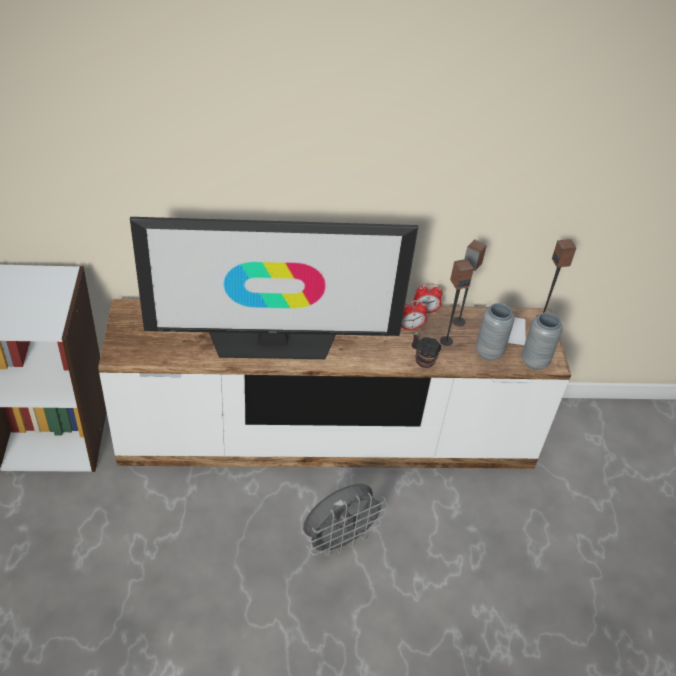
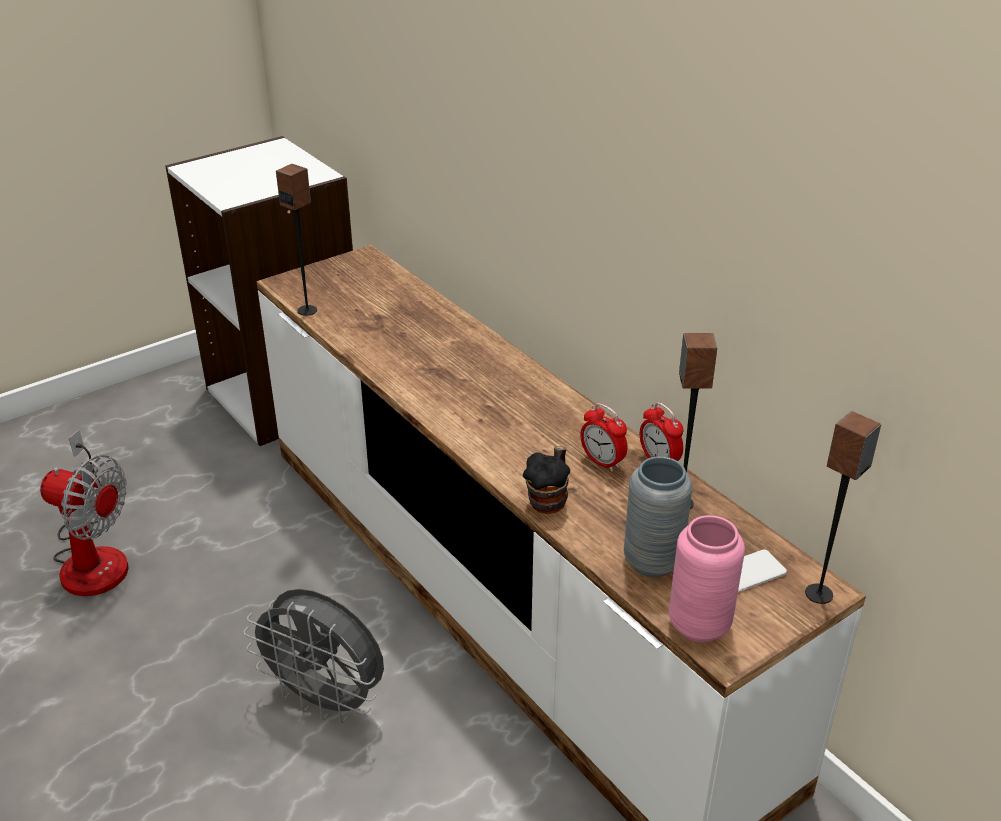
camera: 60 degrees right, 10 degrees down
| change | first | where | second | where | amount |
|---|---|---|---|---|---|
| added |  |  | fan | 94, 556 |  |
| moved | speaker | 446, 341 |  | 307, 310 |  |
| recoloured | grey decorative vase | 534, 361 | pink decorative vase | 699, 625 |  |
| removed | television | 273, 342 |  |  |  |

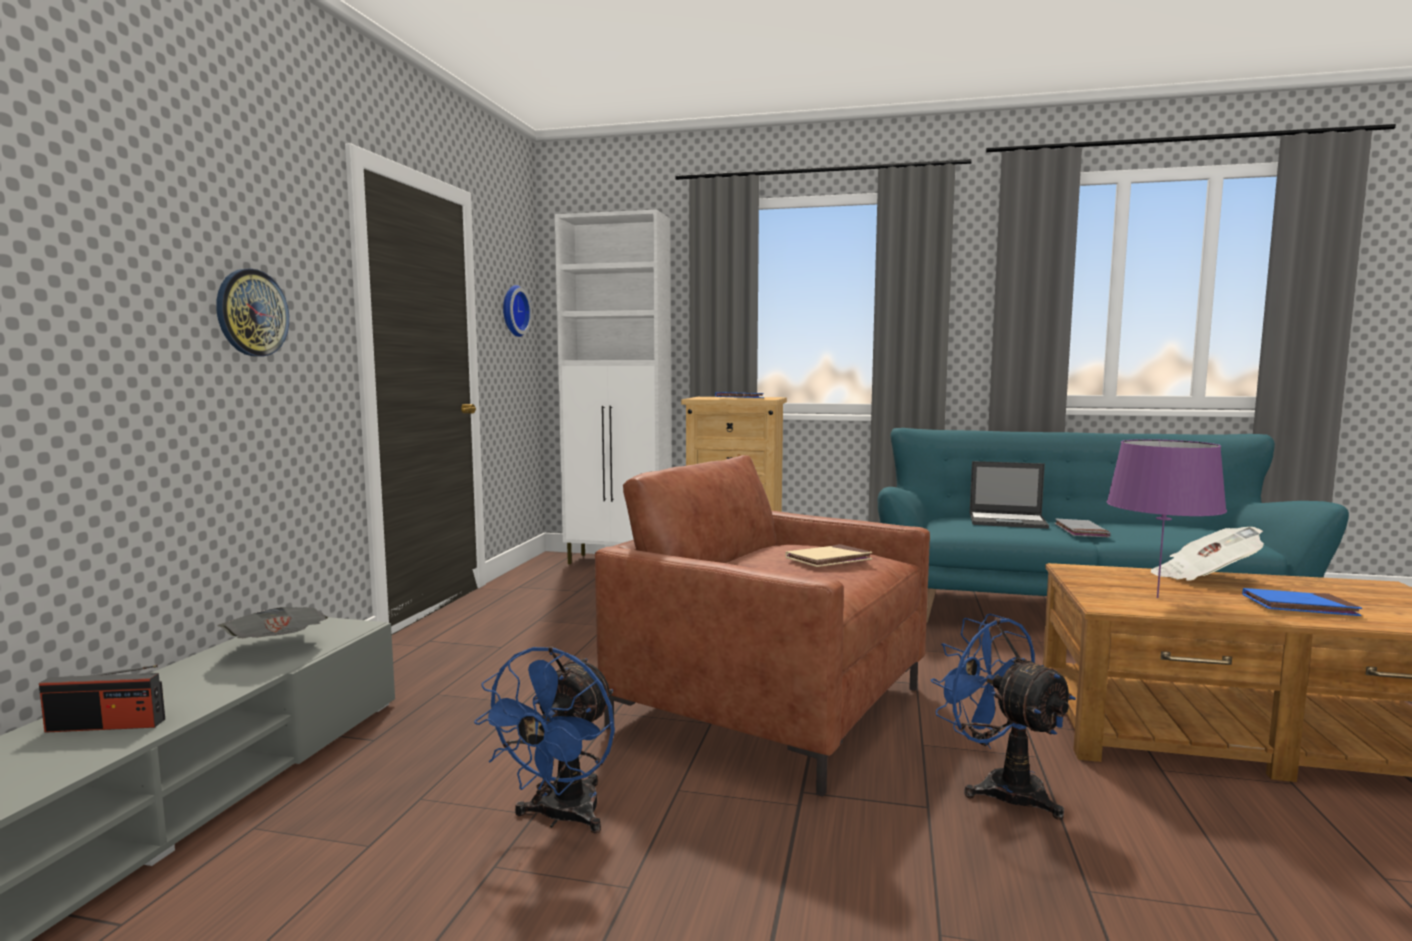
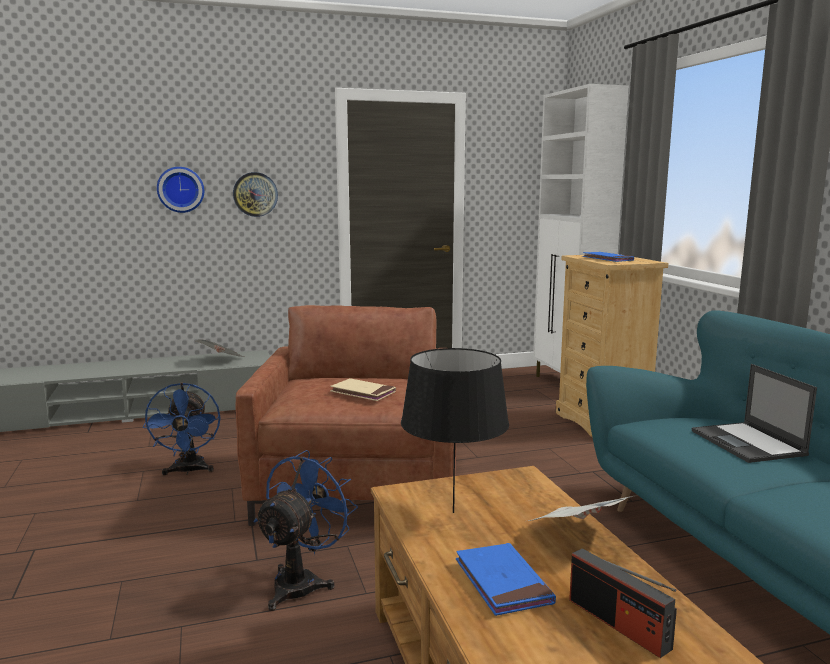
camera: 60 degrees right, 5 degrees up
| change | first | where | second | where | amount |
|---|---|---|---|---|---|
| turned | blue-coloured fan | 560, 818 |  | 188, 471 | 90 degrees counterclockwise |
| moved | clock on the wall | 513, 311 |  | 180, 189 |  |
| recoloured | purple-coloured lamp for a table | 1157, 598 | blackish lamp for a table | 453, 512 |  |
| moved | radio set | 106, 725 |  | 618, 623 |  |
| removed | grey bound book | 1081, 531 |  |  |  |

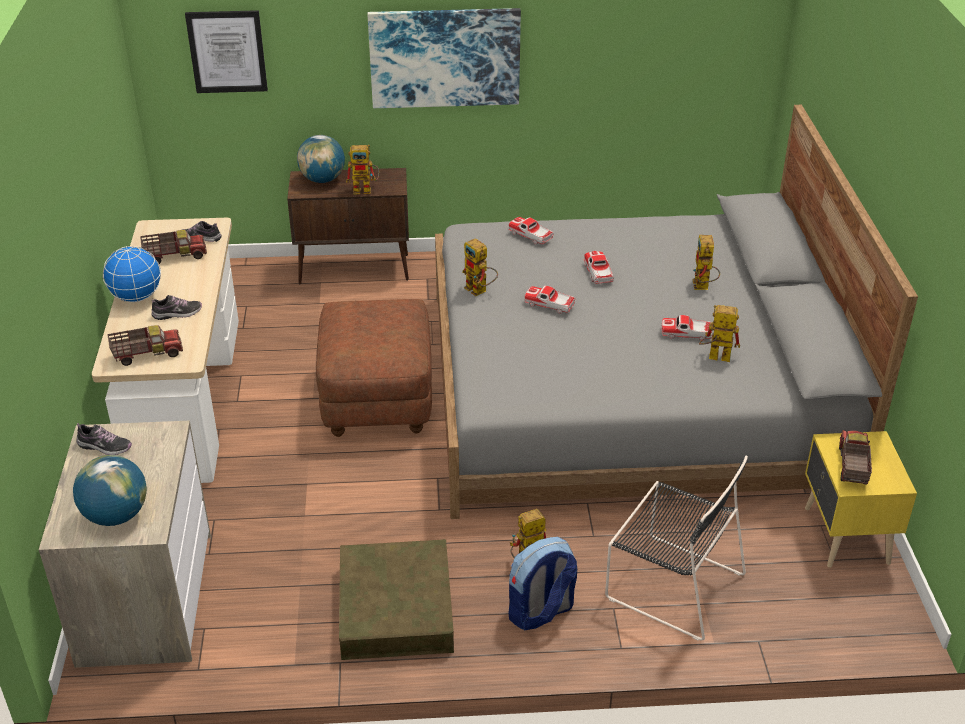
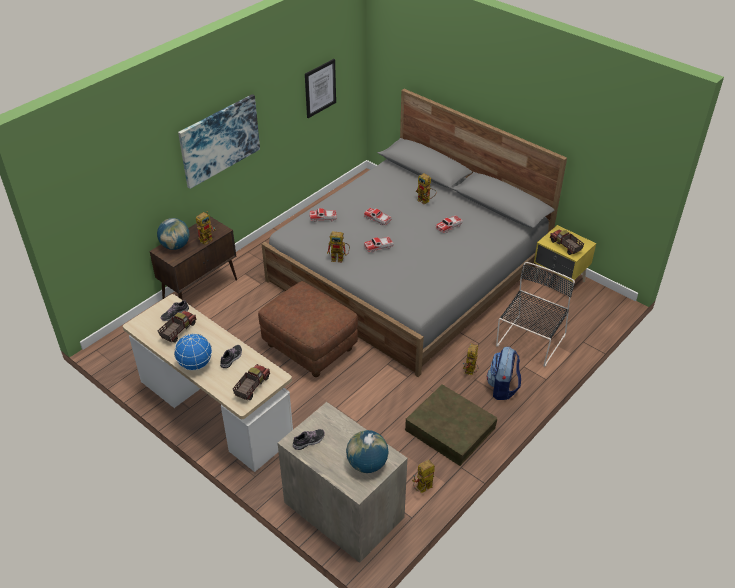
camera: 45 degrees left, 5 degrees up
| change | first | where | second | where | amount |
|---|---|---|---|---|---|
| moved | picture | 227, 51 |  | 320, 88 |  |
| moved | model robot | 714, 357 |  | 422, 489 |  |
| turned | blackish plain chair | 671, 584 |  | 529, 342 | 45 degrees counterclockwise |

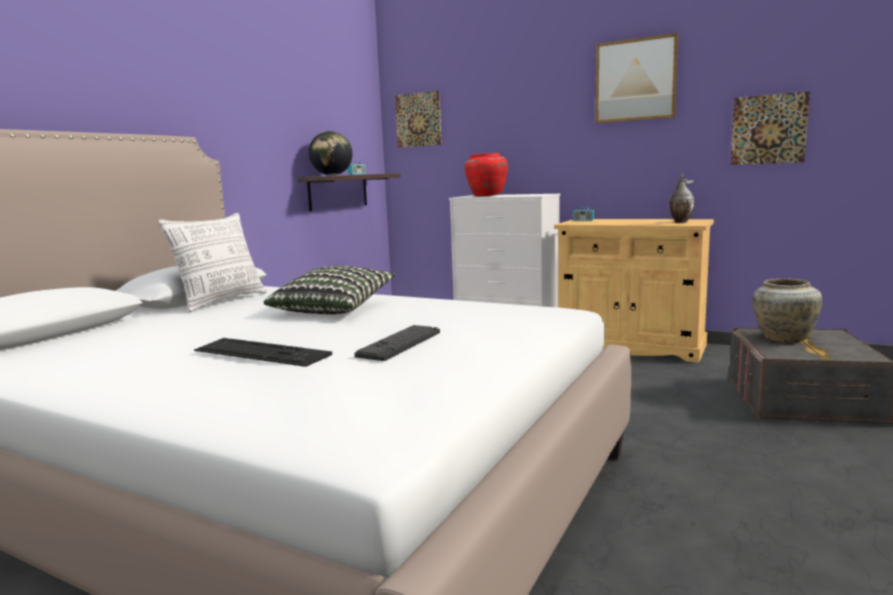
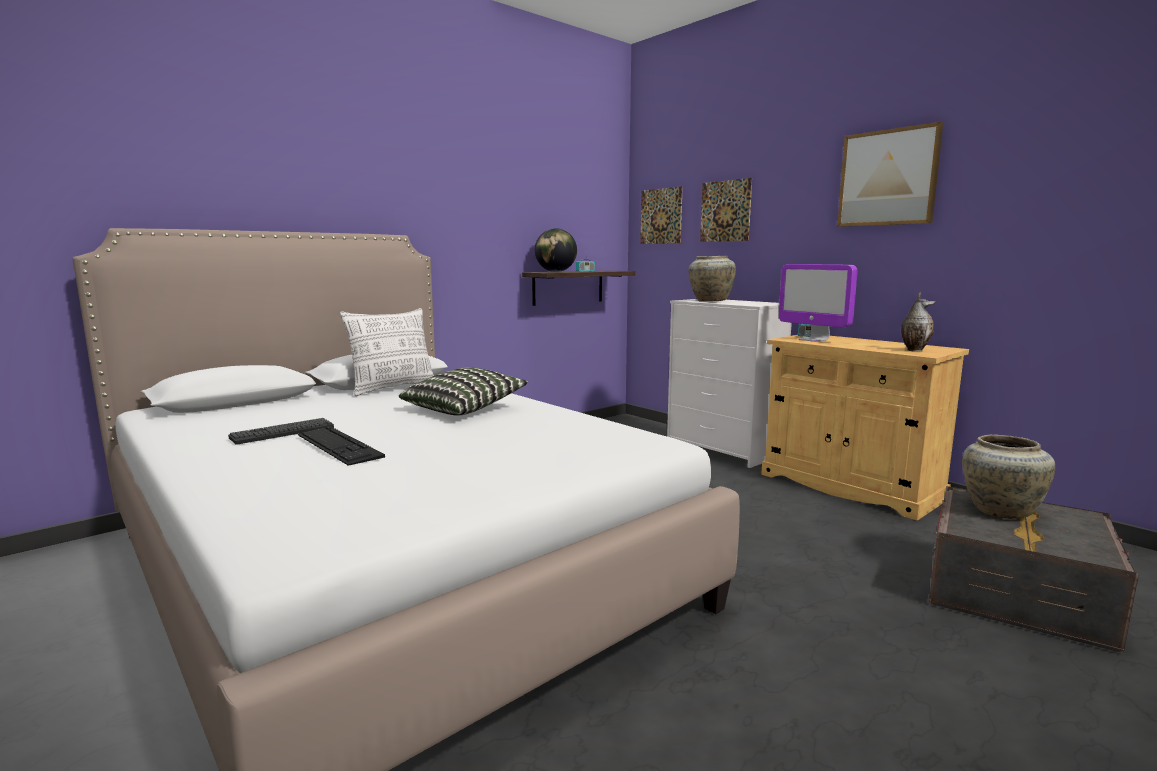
camera: 20 degrees right, 0 degrees up
| change | first | where | second | where | amount |
|---|---|---|---|---|---|
| moved | PC keyboard | 400, 344 |  | 283, 432 |  |
| recoloured | reddish decorative vase | 486, 196 | beige decorative vase | 710, 301 |  |
| moved | picture | 768, 129 |  | 725, 211 |  |
| added |  |  | computer screen | 813, 340 |  |

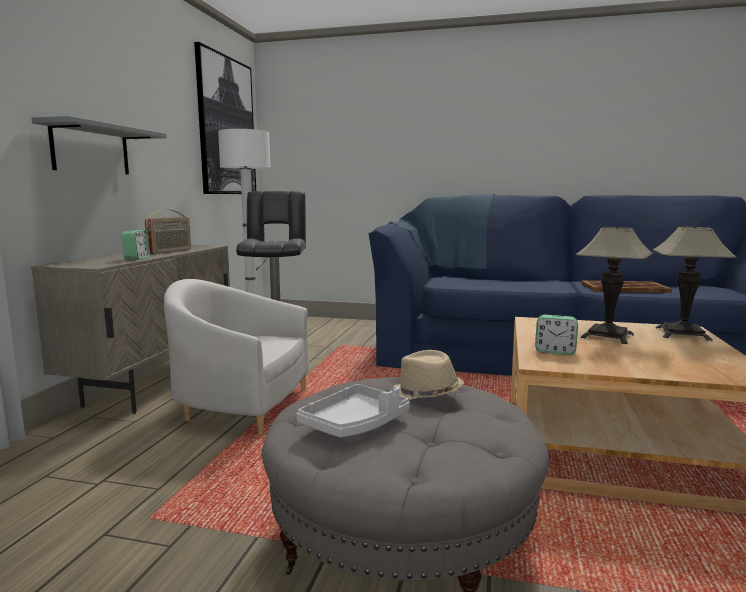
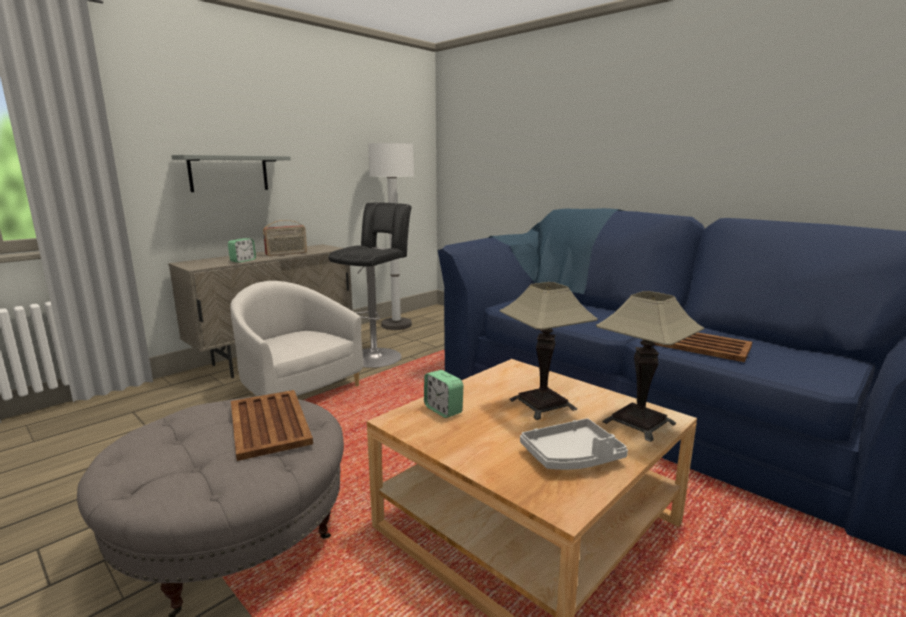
camera: 30 degrees right, 5 degrees up
| change | first | where | second | where | amount |
|---|---|---|---|---|---|
| replaced | beige wearable hat | 426, 394 | brown serving tray | 269, 424 |  |
| moved | grey serving tray | 355, 424 |  | 572, 457 |  |
| removed | picture | 226, 126 |  |  |  |

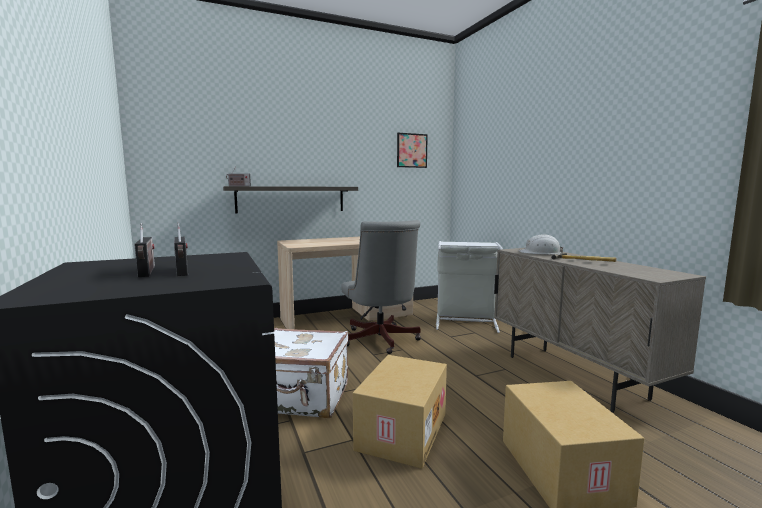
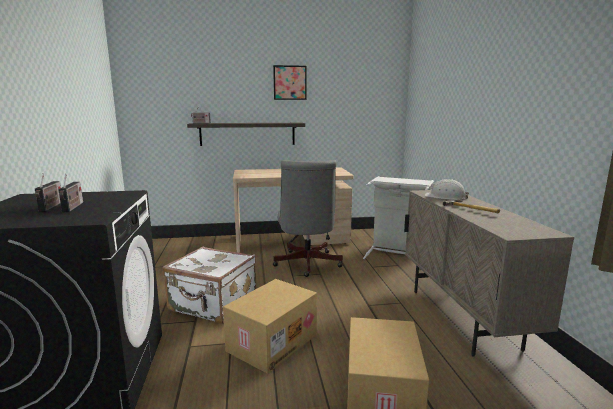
camera: 15 degrees right, 5 degrees up
| change | first | where | second | where | amount |
|---|---|---|---|---|---|
| moved | picture | 412, 150 |  | 290, 82 |  |

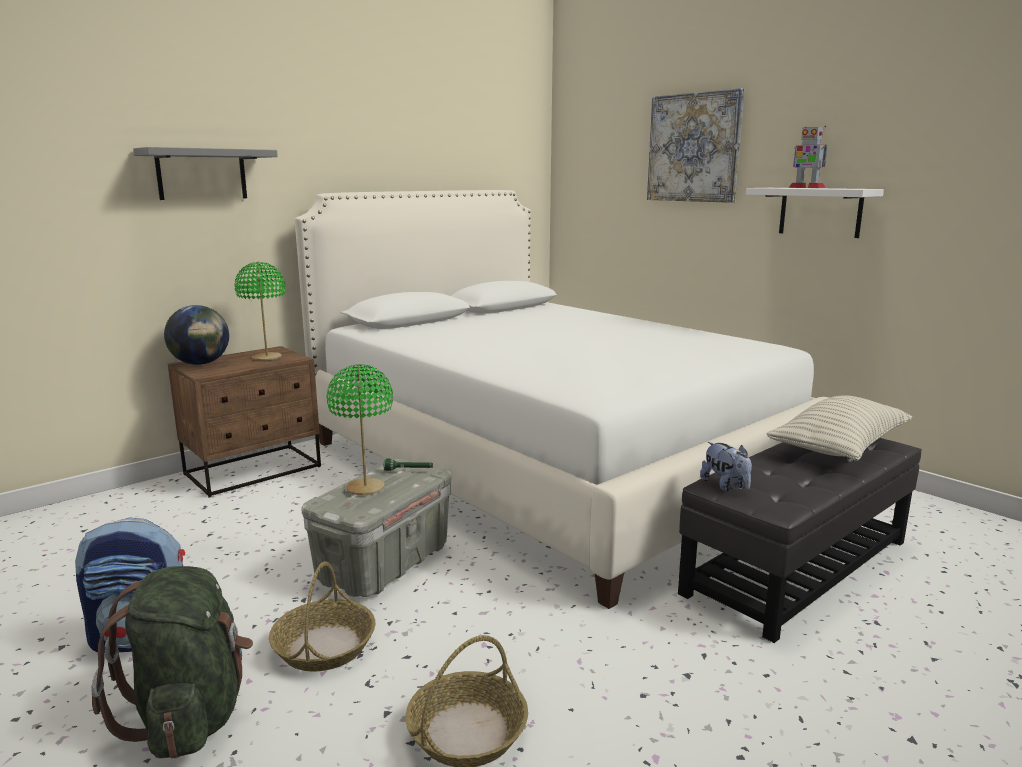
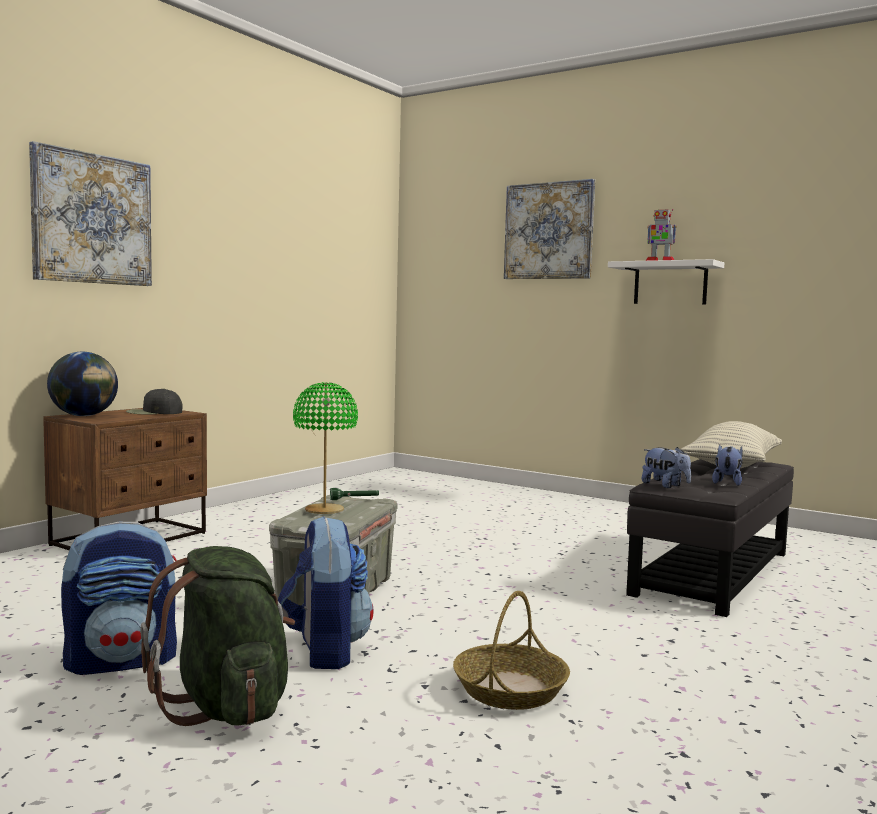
camera: 15 degrees left, 10 degrees down
| change | first | where | second | where | amount |
|---|---|---|---|---|---|
| replaced | grey shelf | 202, 174 | picture | 92, 219 |  |
| replaced | green-coloured lamp for a table | 267, 357 | blackish baseball cap | 153, 412 |  |
| replaced | household basket | 324, 646 | rucksack | 324, 651 |  |
| added |  |  | cuddly toy | 727, 483 |  |
| removed | white bedroom bed | 549, 463 |  |  |  |

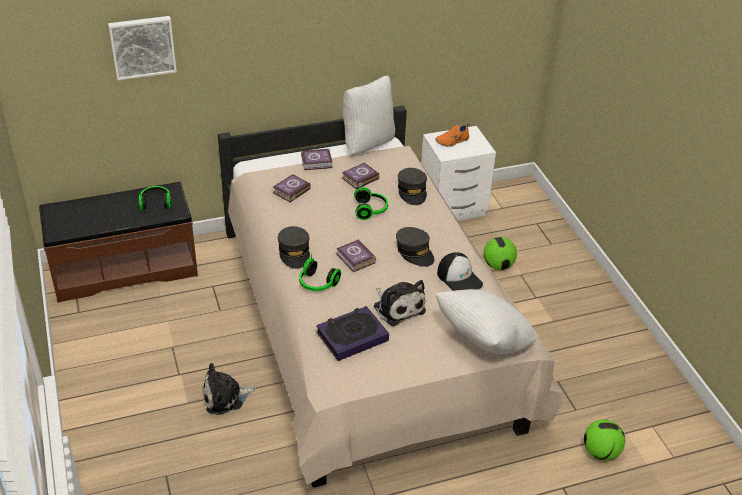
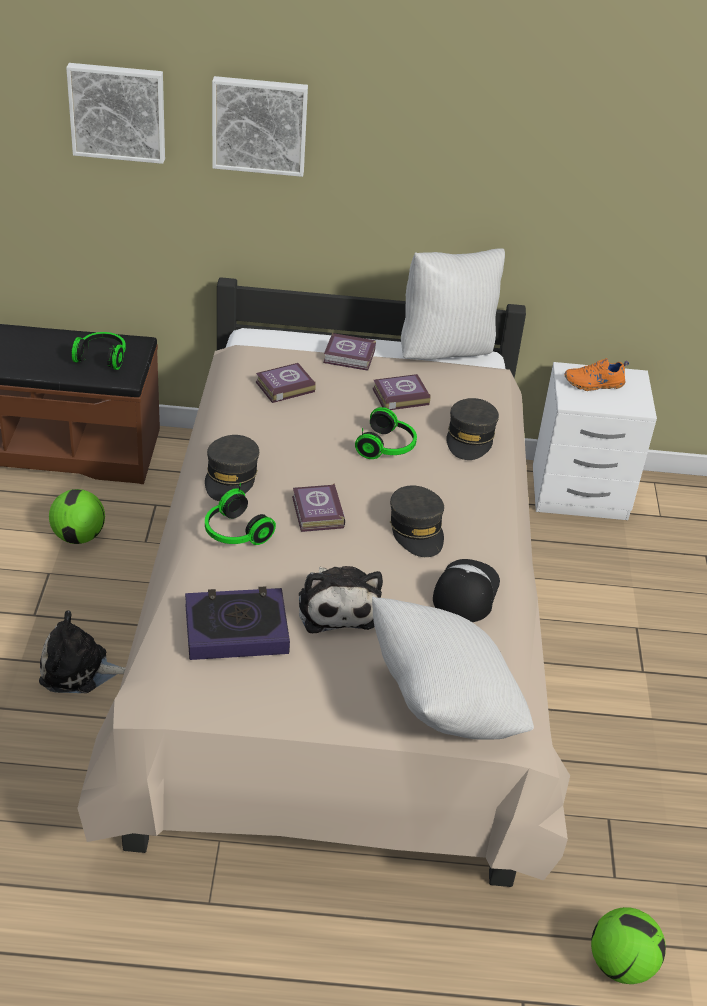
camera: 20 degrees right, 0 degrees up
| change | first | where | second | where | amount |
|---|---|---|---|---|---|
| moved | football | 498, 265 |  | 79, 536 |  |
| added |  |  | picture | 259, 125 |  |
| turned | baseball cap | 459, 278 |  | 465, 591 | 150 degrees counterclockwise |

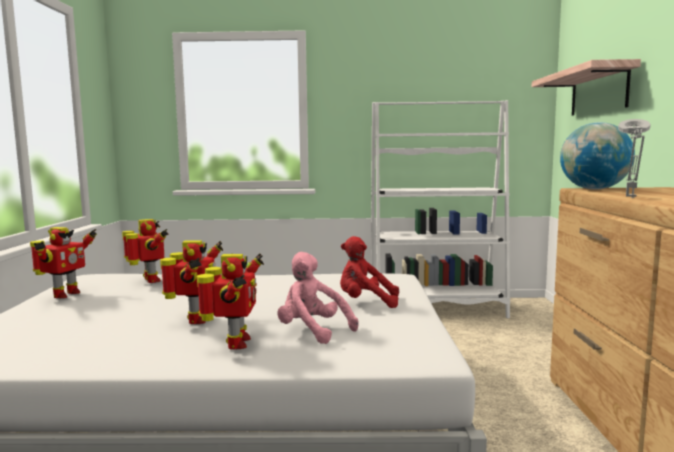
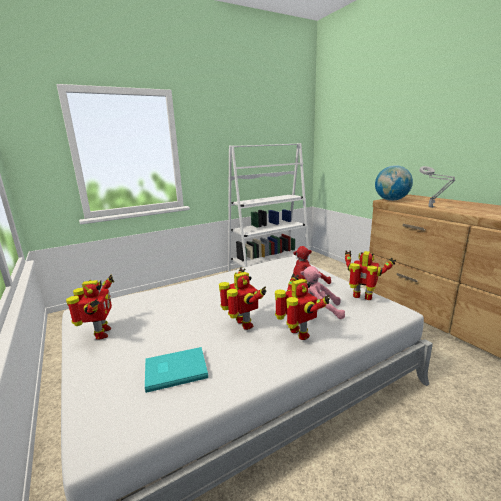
camera: 30 degrees left, 10 degrees up
| change | first | where | second | where | amount |
|---|---|---|---|---|---|
| added |  |  | turquoise-coloured bound book | 175, 369 |  |
| moved | model robot | 150, 280 |  | 362, 298 |  |
| removed | shelf | 598, 91 |  |  |  |

